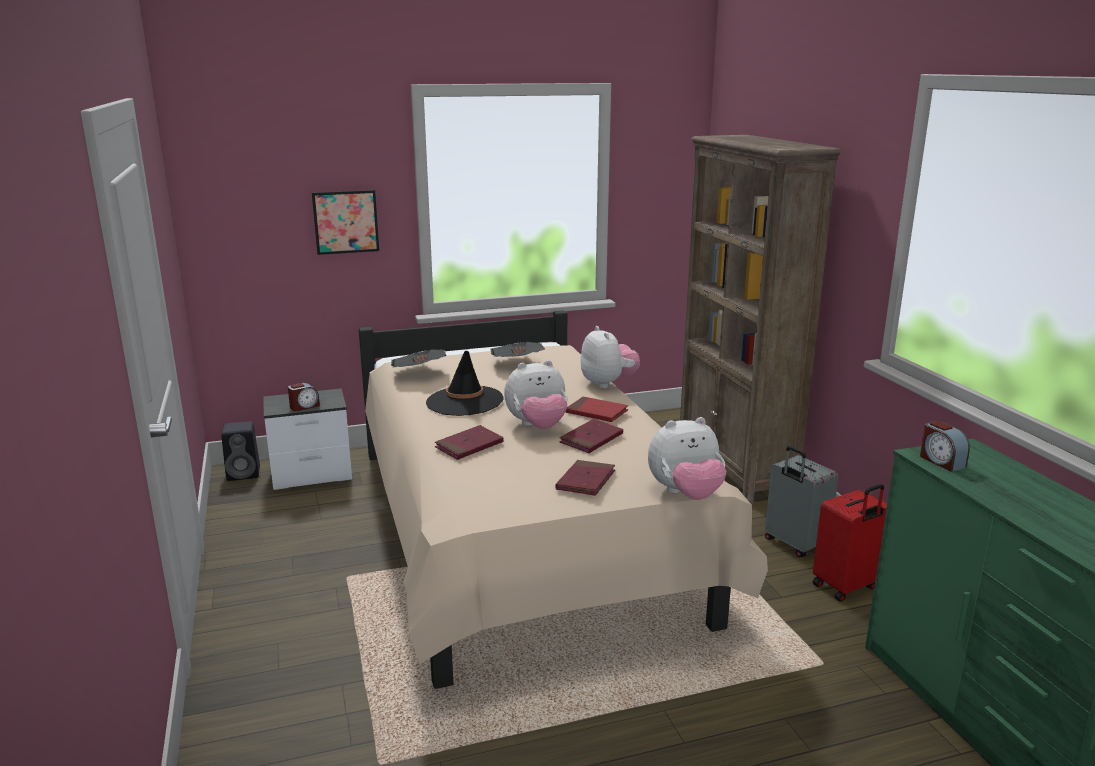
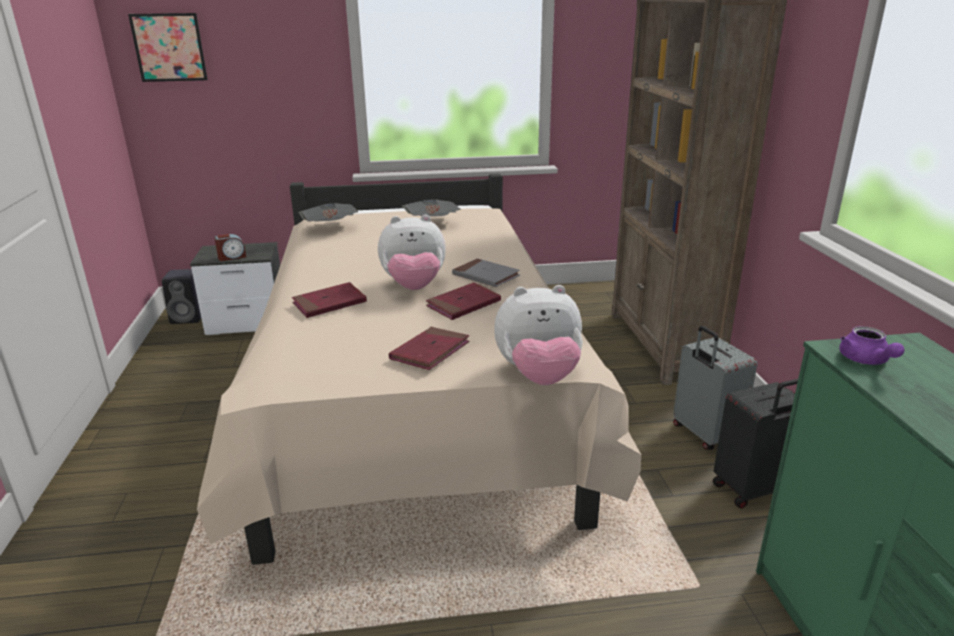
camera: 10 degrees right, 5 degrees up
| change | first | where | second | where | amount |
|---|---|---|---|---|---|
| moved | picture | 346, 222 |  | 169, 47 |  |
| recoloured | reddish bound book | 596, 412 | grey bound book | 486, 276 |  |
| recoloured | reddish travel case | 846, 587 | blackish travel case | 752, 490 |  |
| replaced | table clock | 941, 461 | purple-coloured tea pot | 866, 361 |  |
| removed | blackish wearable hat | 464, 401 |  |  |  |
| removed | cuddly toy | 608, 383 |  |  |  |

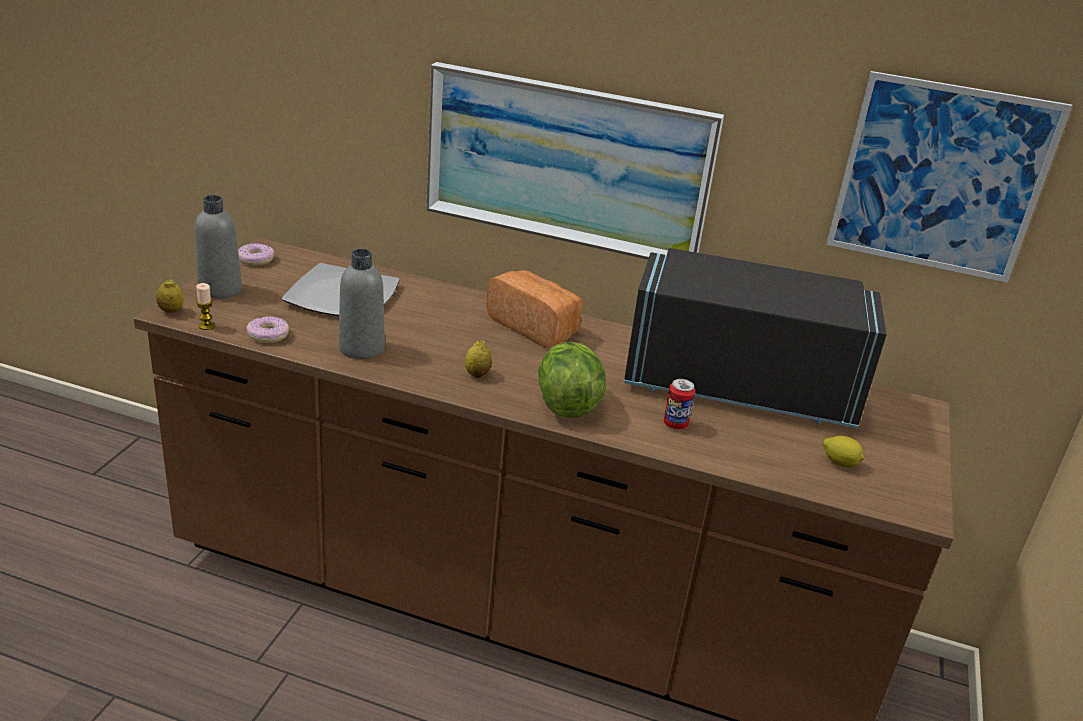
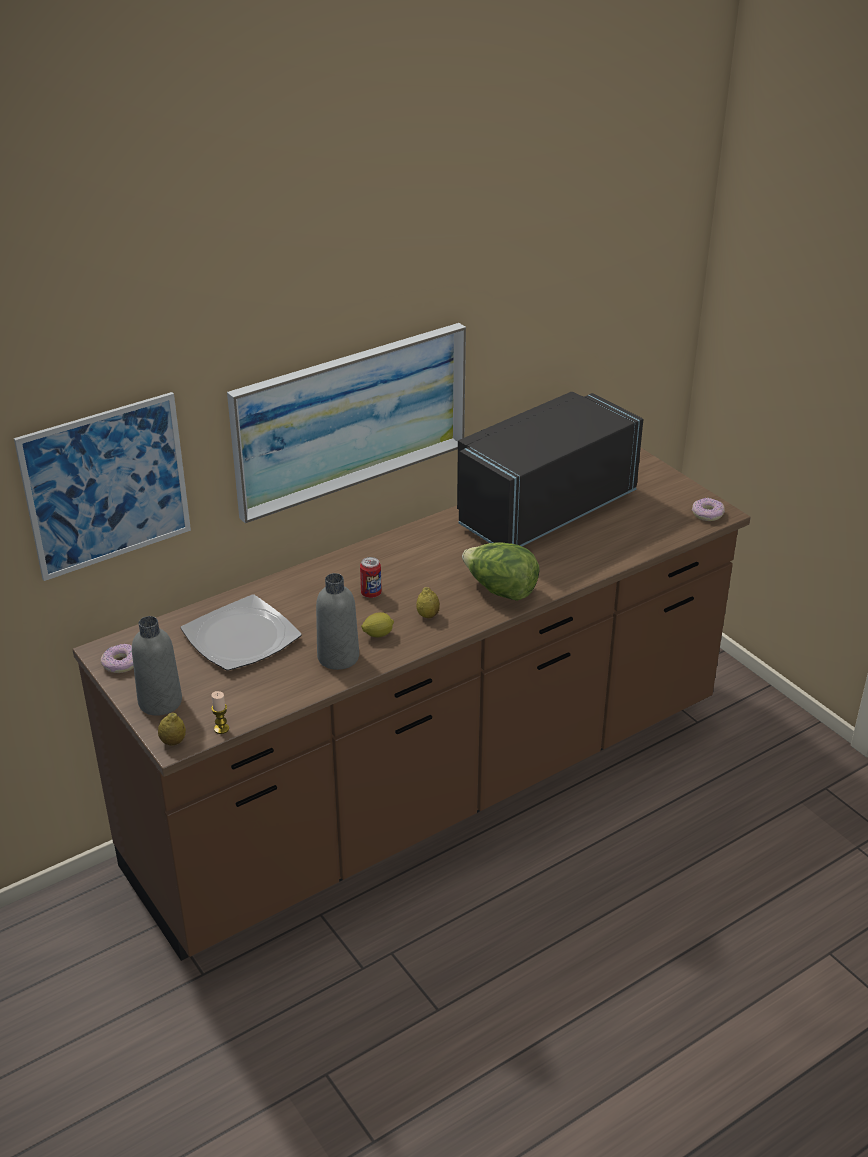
camera: 50 degrees left, 5 degrees up
| change | first | where | second | where | amount |
|---|---|---|---|---|---|
| moved | picture | 940, 178 |  | 106, 486 |  |
| moved | metal can | 675, 424 |  | 371, 593 |  |
| moved | lemon | 839, 463 |  | 378, 634 |  |
| moved | doughnut | 268, 335 |  | 707, 514 |  |
| removed | bread | 535, 327 |  |  |  |

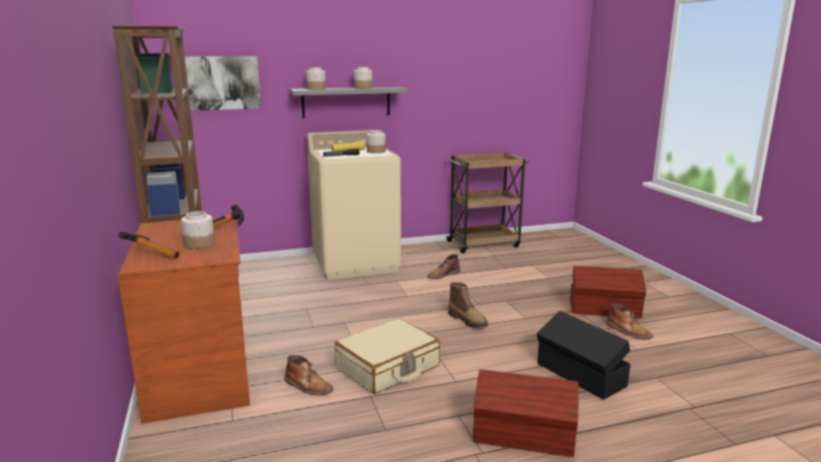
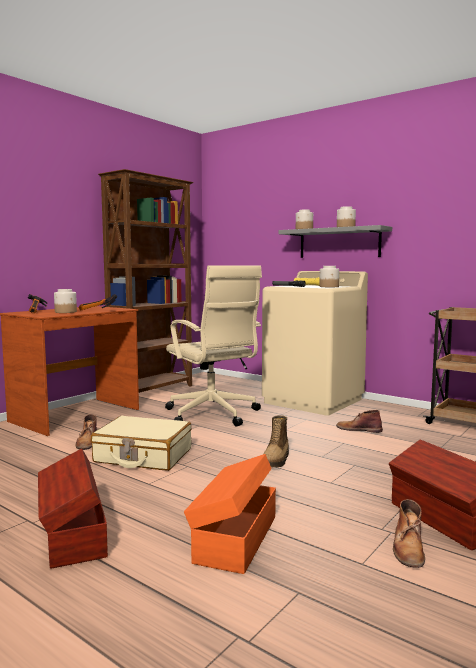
camera: 55 degrees right, 10 degrees down
| change | first | where | second | where | amount |
|---|---|---|---|---|---|
| added |  |  | beige desk chair | 213, 414 |  |
| recoloured | blackish storage box | 580, 375 | orange storage box | 234, 539 |  |
| removed | picture | 219, 83 |  |  |  |

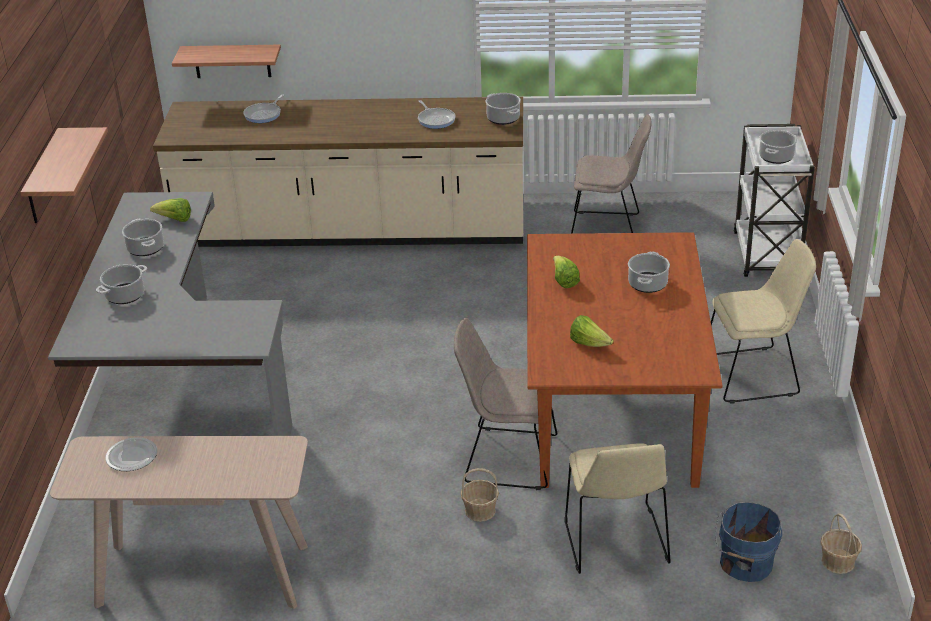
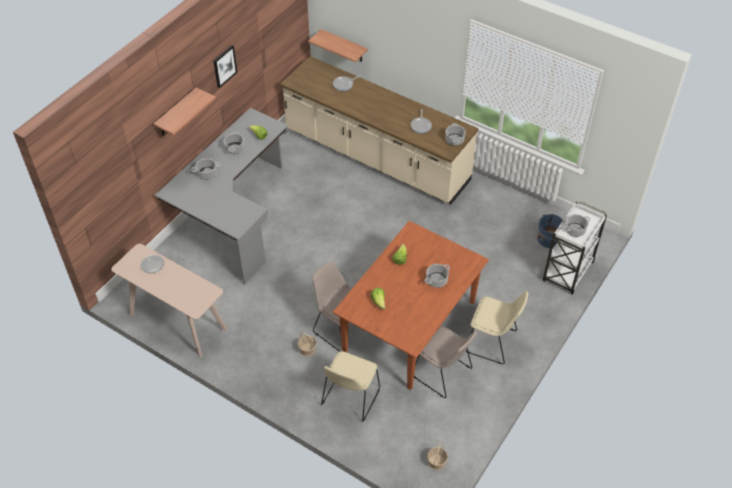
camera: 30 degrees right, 15 degrees up
| change | first | where | second | where | amount |
|---|---|---|---|---|---|
| added |  |  | picture | 224, 66 |  |
| moved | beige plain chair | 608, 231 |  | 443, 373 |  |
| moved | blue-coloured water bucket | 745, 564 |  | 547, 239 |  |

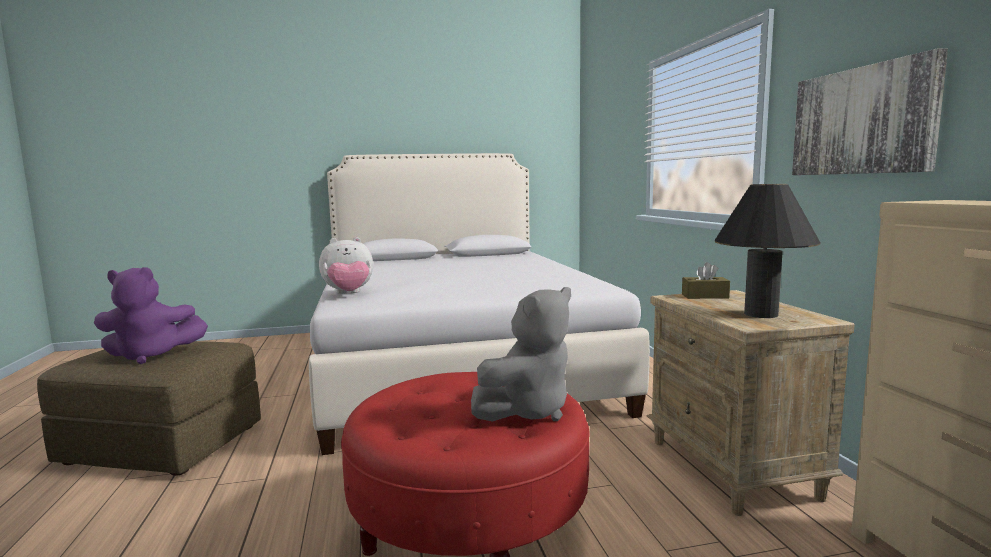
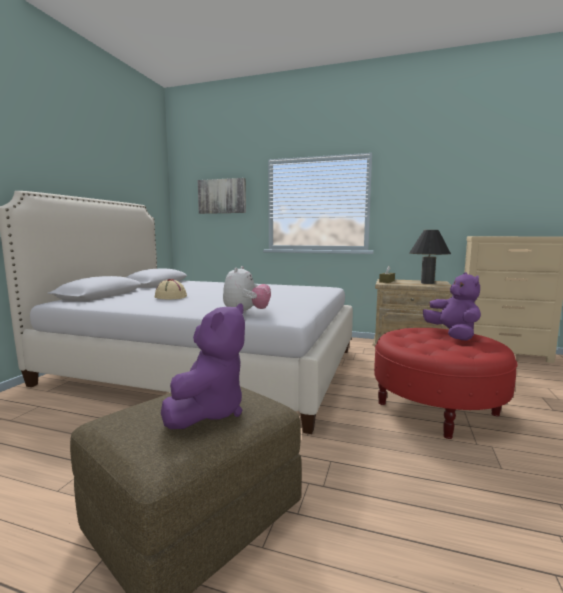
camera: 60 degrees left, 0 degrees up
| change | first | where | second | where | amount |
|---|---|---|---|---|---|
| added |  |  | beige wearable hat | 170, 297 |  |
| moved | picture | 862, 121 |  | 222, 196 |  |
| recoloured | grey cuddly toy | 527, 410 | purple-coloured cuddly toy | 452, 335 |  |

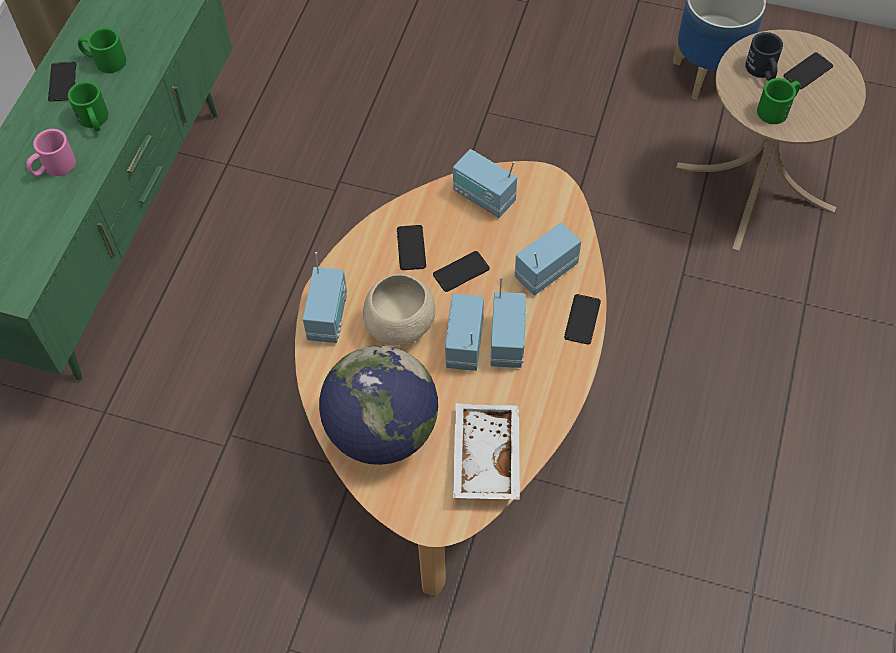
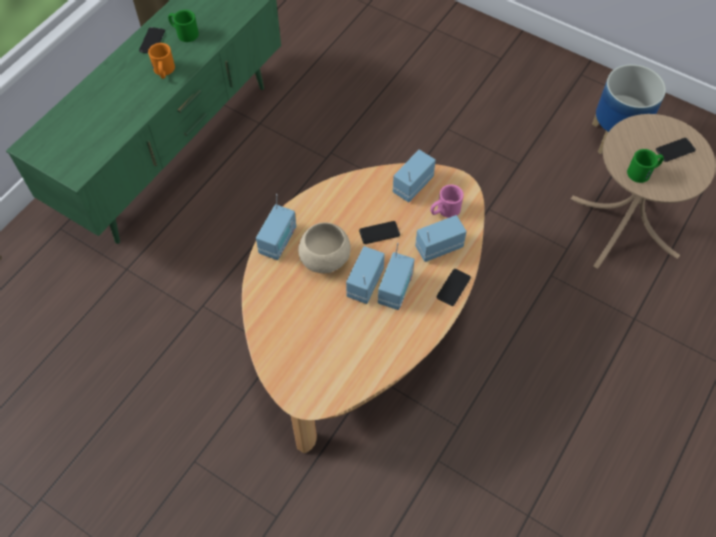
camera: 15 degrees right, 0 degrees up
| change | first | where | second | where | amount |
|---|---|---|---|---|---|
| recoloured | green-coloured coffee mug | 94, 121 | orange coffee mug | 164, 71 |  |
| turned | radio set | 483, 197 |  | 412, 185 | 75 degrees clockwise |
| moved | pink coffee mug | 53, 167 |  | 444, 210 |  |
| removed | world globe | 382, 430 |  |  |  |
| removed | handset | 411, 248 |  |  |  |
| removed | white serving tray | 484, 457 |  |  |  |
| removed | blackish coffee mug | 762, 71 |  |  |  |

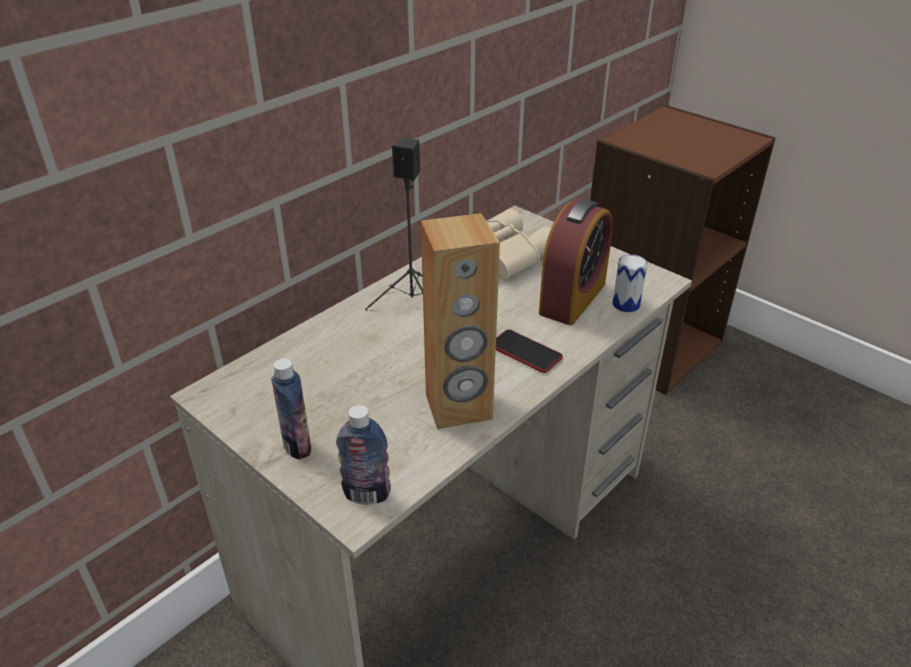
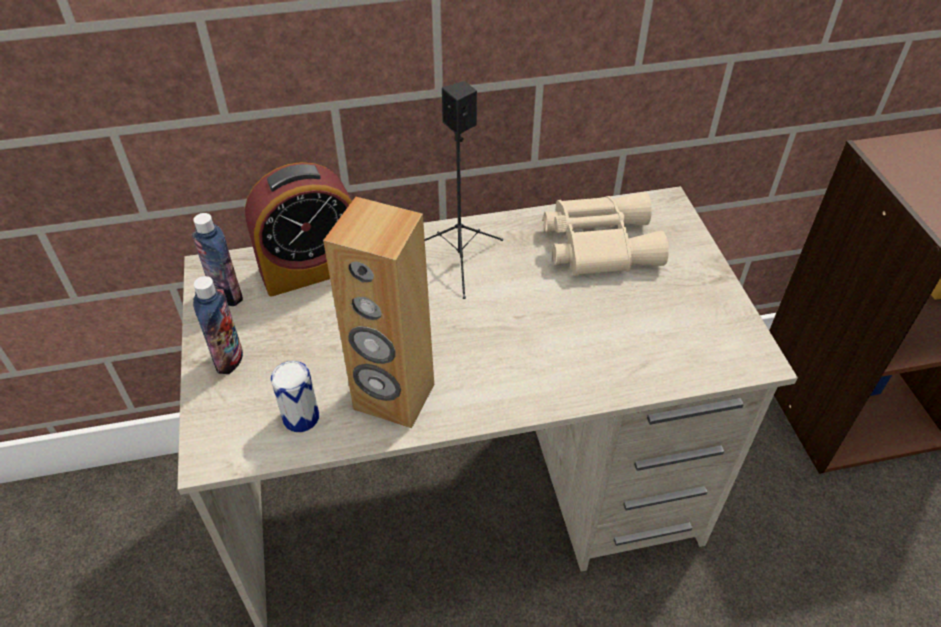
camera: 35 degrees right, 10 degrees up
| change | first | where | second | where | amount |
|---|---|---|---|---|---|
| moved | drink bottle | 367, 494 |  | 227, 295 |  |
| moved | table clock | 572, 298 |  | 311, 268 |  |
| moved | metal can | 626, 304 |  | 301, 417 |  |
| removed | handset | 525, 352 |  |  |  |

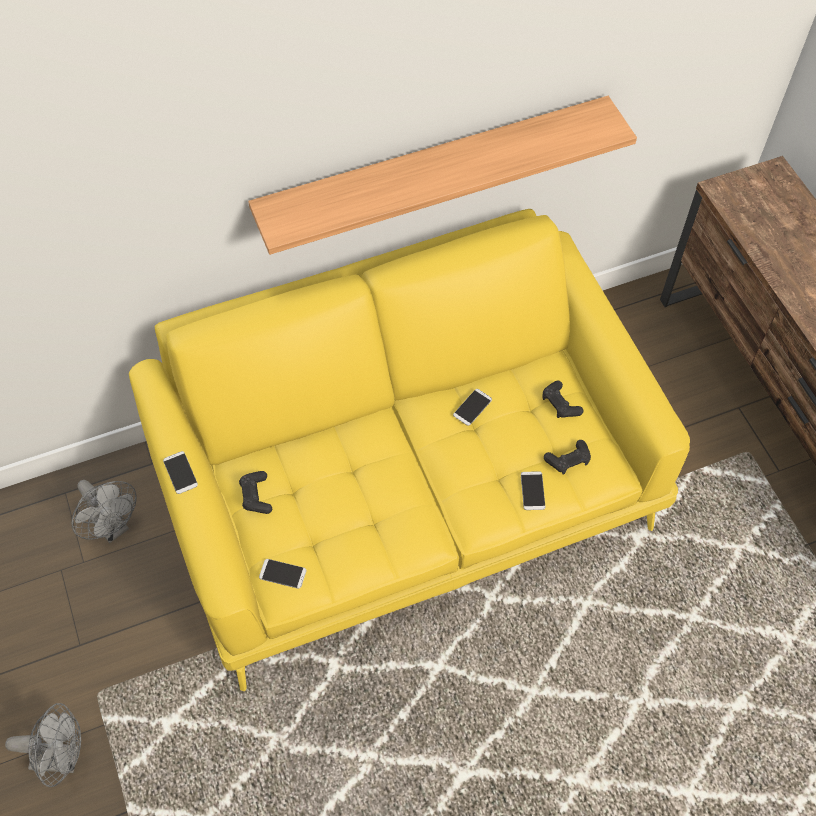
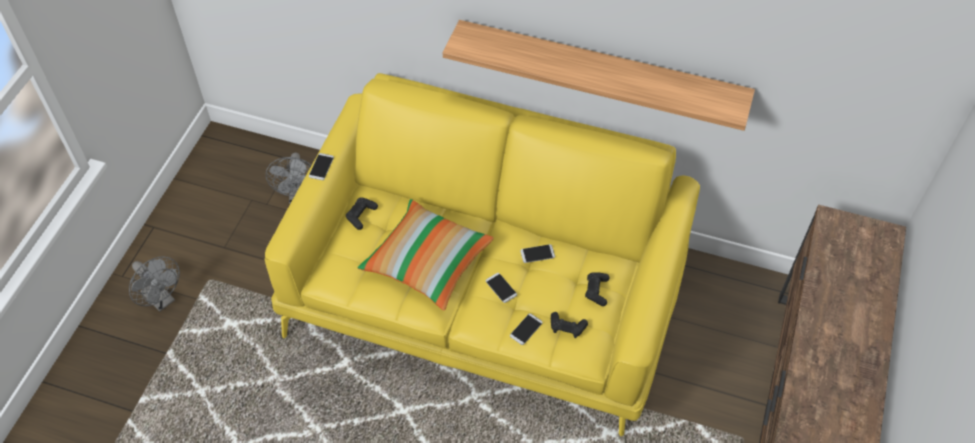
camera: 40 degrees right, 5 degrees down
| change | first | where | second | where | amount |
|---|---|---|---|---|---|
| added |  |  | throw pillow | 427, 263 |  |
| moved | handset | 282, 574 |  | 501, 288 |  |

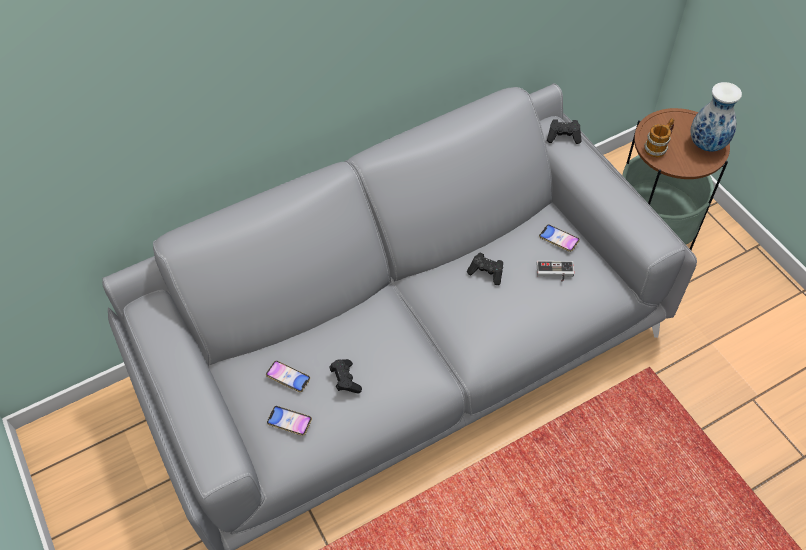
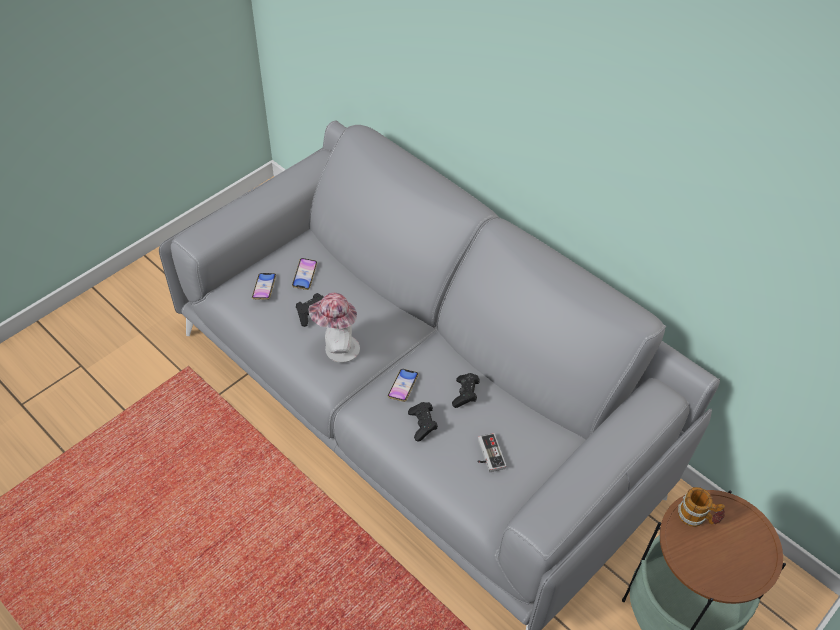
camera: 70 degrees right, 5 degrees down
| change | first | where | second | where | amount |
|---|---|---|---|---|---|
| added |  |  | wearable hat | 337, 349 |  |
| moved | handset | 558, 239 |  | 403, 386 |  |
| moved | blackish gamepad | 563, 136 |  | 422, 425 |  |
| removed | decorative vase | 707, 144 |  |  |  |

